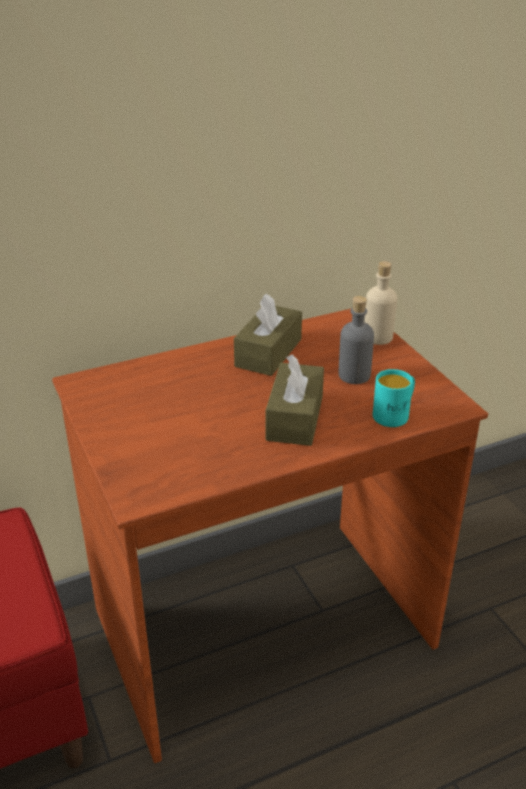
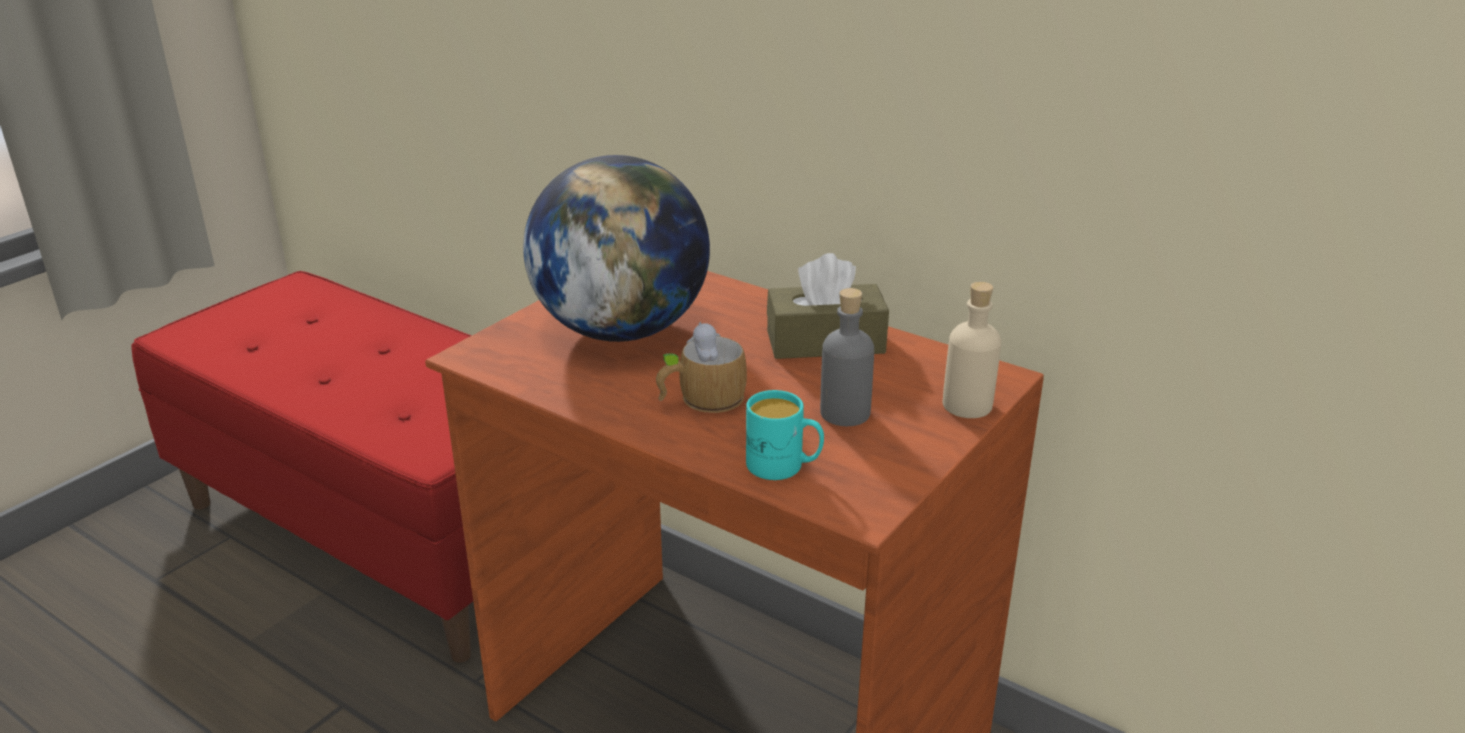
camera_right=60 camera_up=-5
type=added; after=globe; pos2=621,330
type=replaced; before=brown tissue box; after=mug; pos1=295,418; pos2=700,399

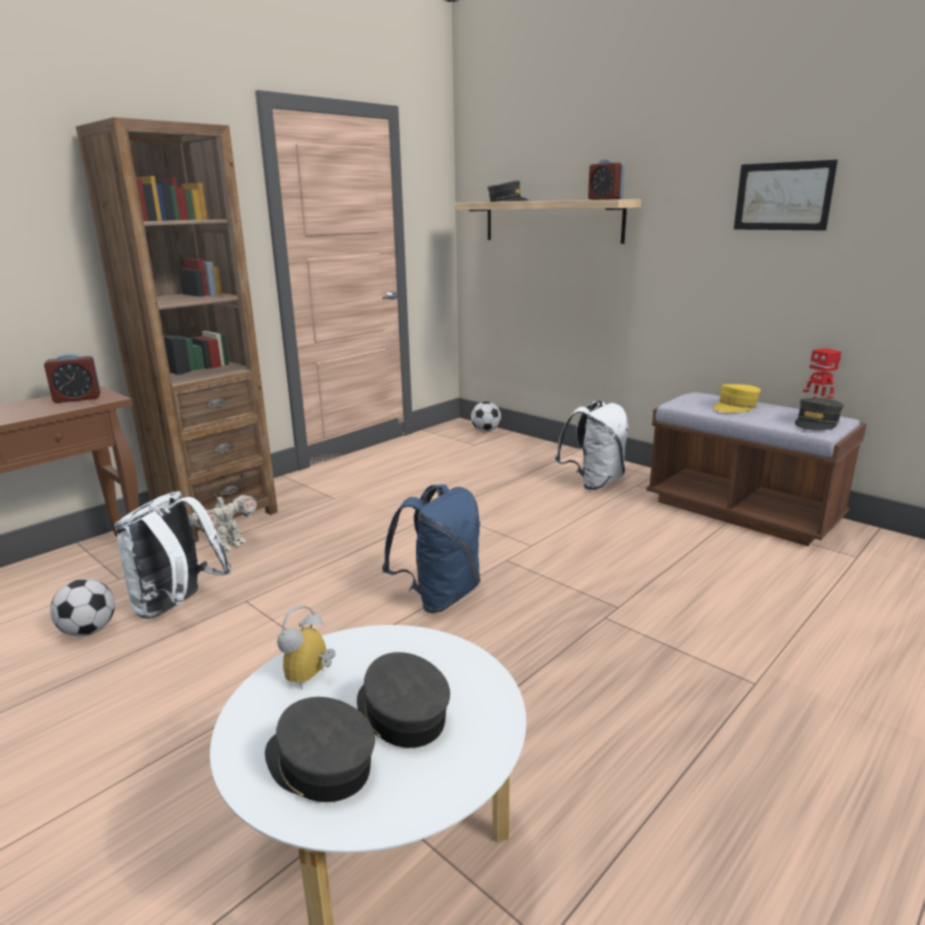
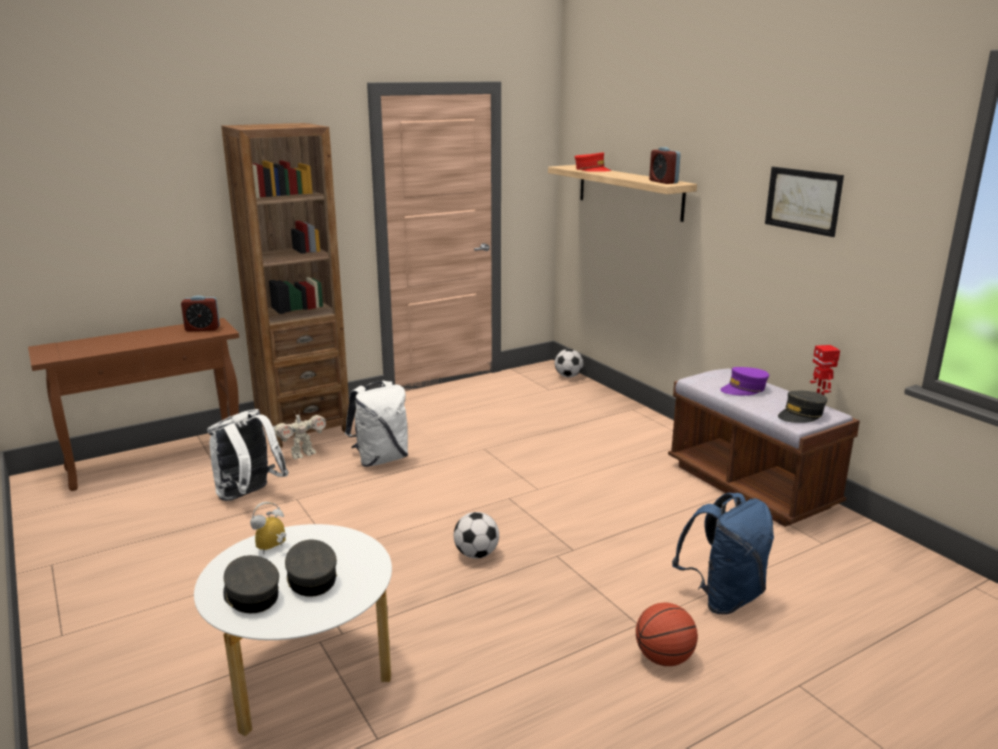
camera_right=15 camera_up=0
type=moved; before=white backpack; pos1=594,483; pos2=381,459
type=moved; before=football; pos1=89,631; pos2=476,554
type=recoloured; before=grey cap; after=red cap; pos1=507,201; pos2=592,170
type=added; after=basketball; pos2=664,658
type=moved; before=blue backpack; pos1=439,596; pos2=723,597
type=recoloured; before=yellow cap; after=purple cap; pos1=735,407; pos2=744,389

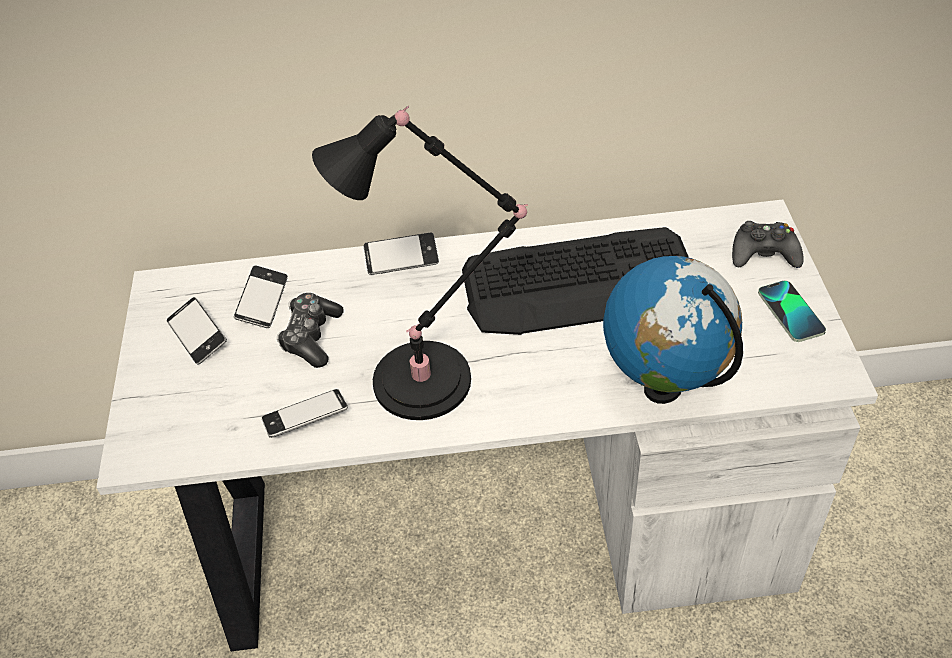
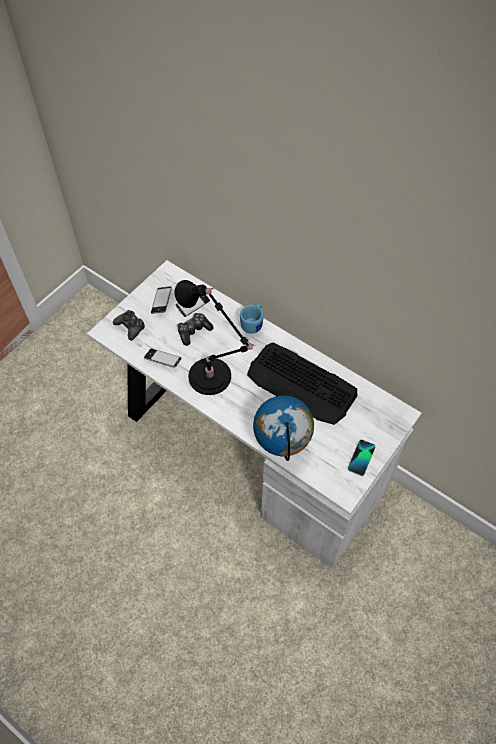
camera_right=40 camera_up=10
type=moved; before=black game controller; pos1=764,253; pos2=130,327
type=replaced; before=phone; after=blue mug; pos1=401,258; pos2=253,324

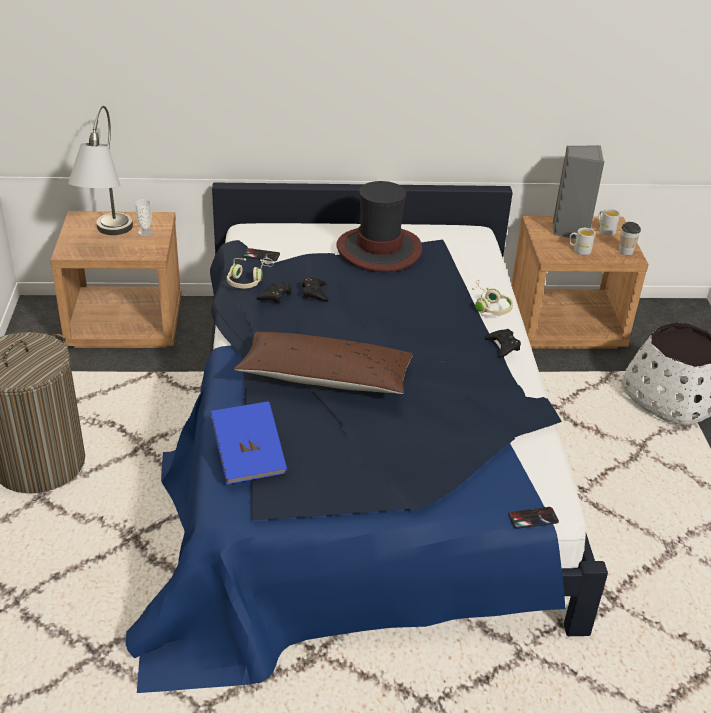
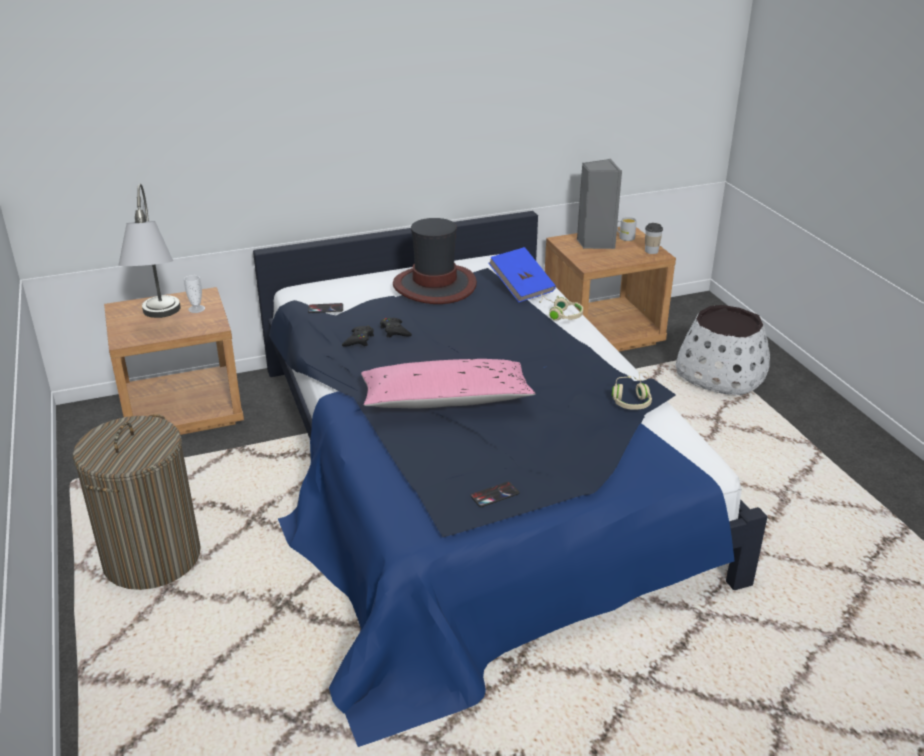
camera_right=-15 camera_up=-5
type=recoloured; before=brown pillow; after=pink pillow; pos1=325,377; pos2=445,400
type=moved; before=phone; pos1=533,518; pos2=494,495
type=moved; before=blue book; pos1=249,457; pos2=521,288
type=moved; before=beige headphones; pos1=248,280; pos2=632,399
type=removed; before=black game controller; pos1=503,346
type=removed; before=white mug; pos1=579,250

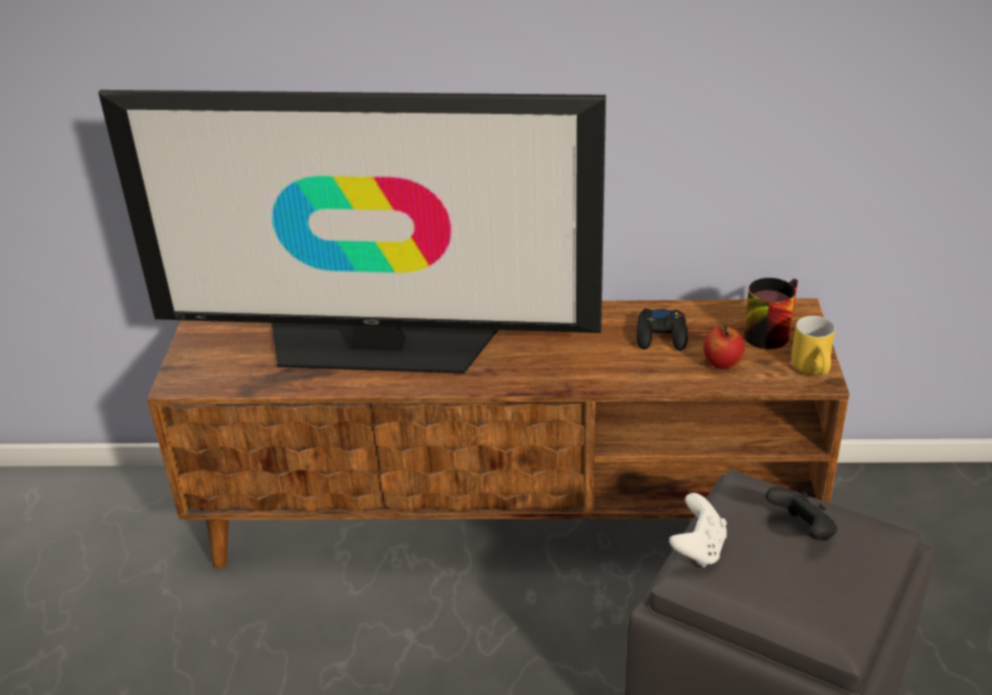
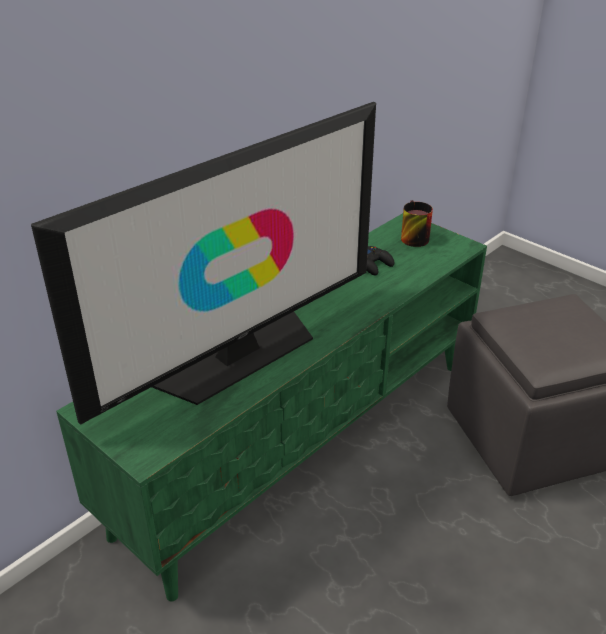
camera_right=-50 camera_up=0
type=recoloured; before=brown tv stand; after=green tv stand; pos1=506,520; pos2=303,441
type=removed; before=white game controller; pos1=698,549
type=removed; before=apple; pos1=722,364
type=removed; before=black game controller; pos1=802,531
type=removed; before=yellow mug; pos1=815,370

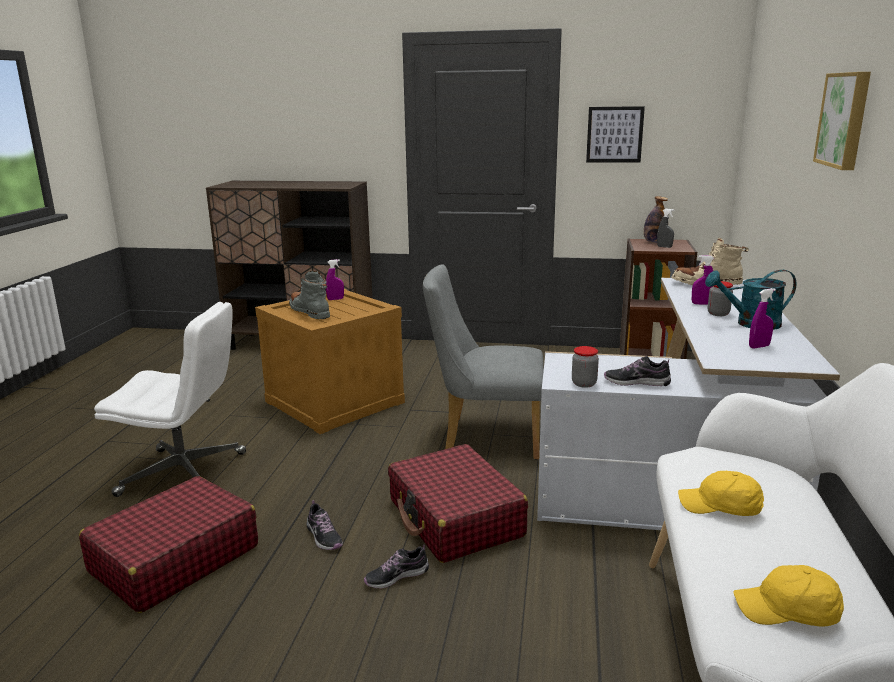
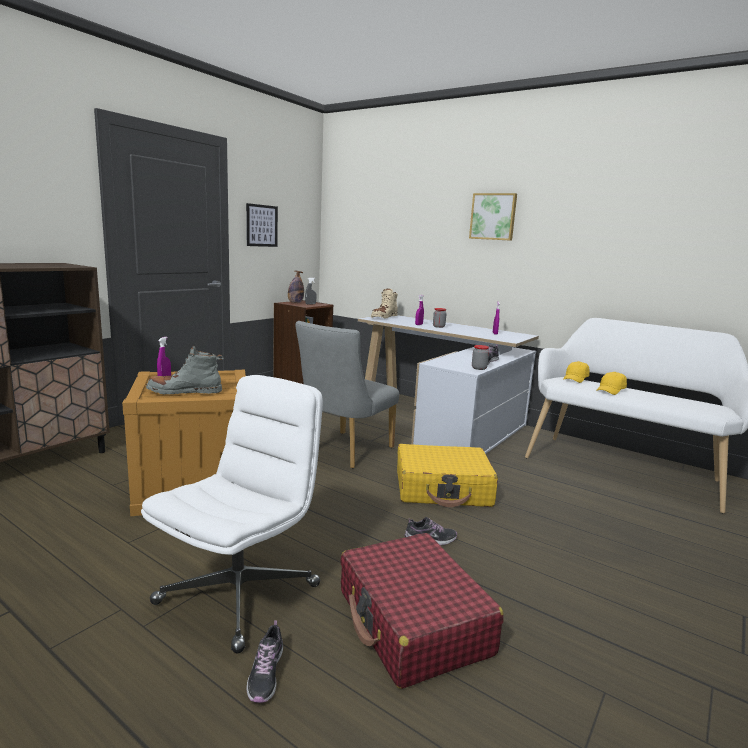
camera_right=-65 camera_up=-5
type=moved; before=shoe; pos1=396,576; pos2=266,674
type=recoloured; before=red suitcase; after=yellow suitcase; pos1=455,518; pos2=443,489
type=moved; before=yellow cap; pos1=788,612; pos2=575,379
type=removed; before=turquoise watering can; pos1=750,324

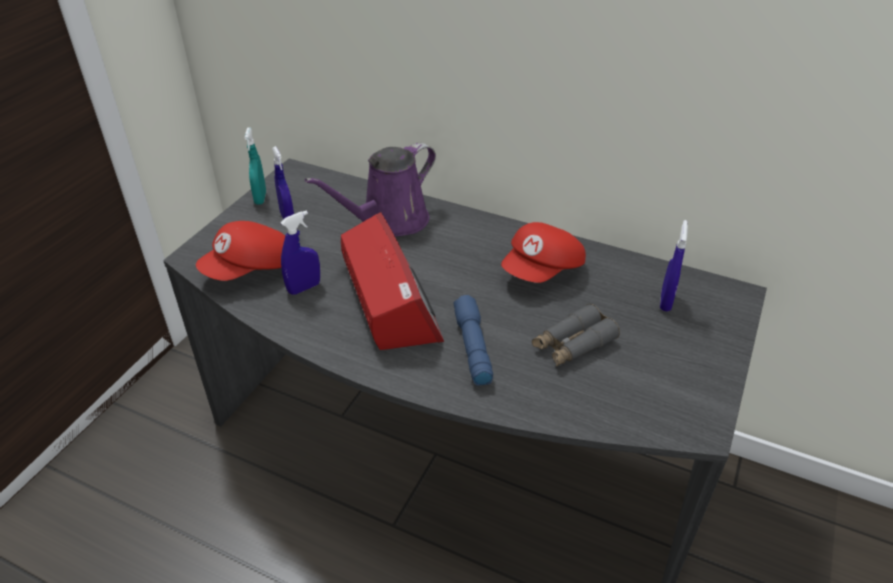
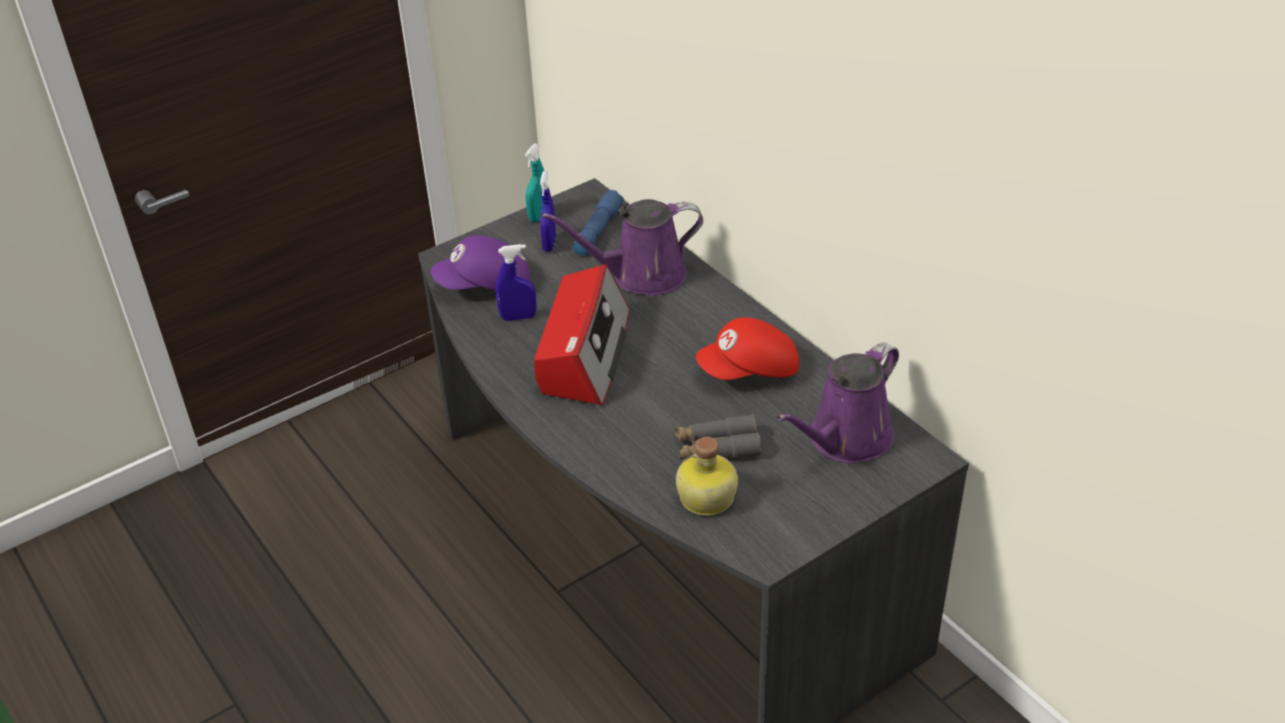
camera_right=30 camera_up=0
type=recoloured; before=red cap; after=purple cap; pos1=251,270; pos2=485,286
type=moved; before=blue flashlight; pos1=471,346; pos2=597,230
type=added; after=bottle; pos2=705,498
type=replaced; before=blue spray bottle; after=purple watering can; pos1=665,301; pos2=845,440

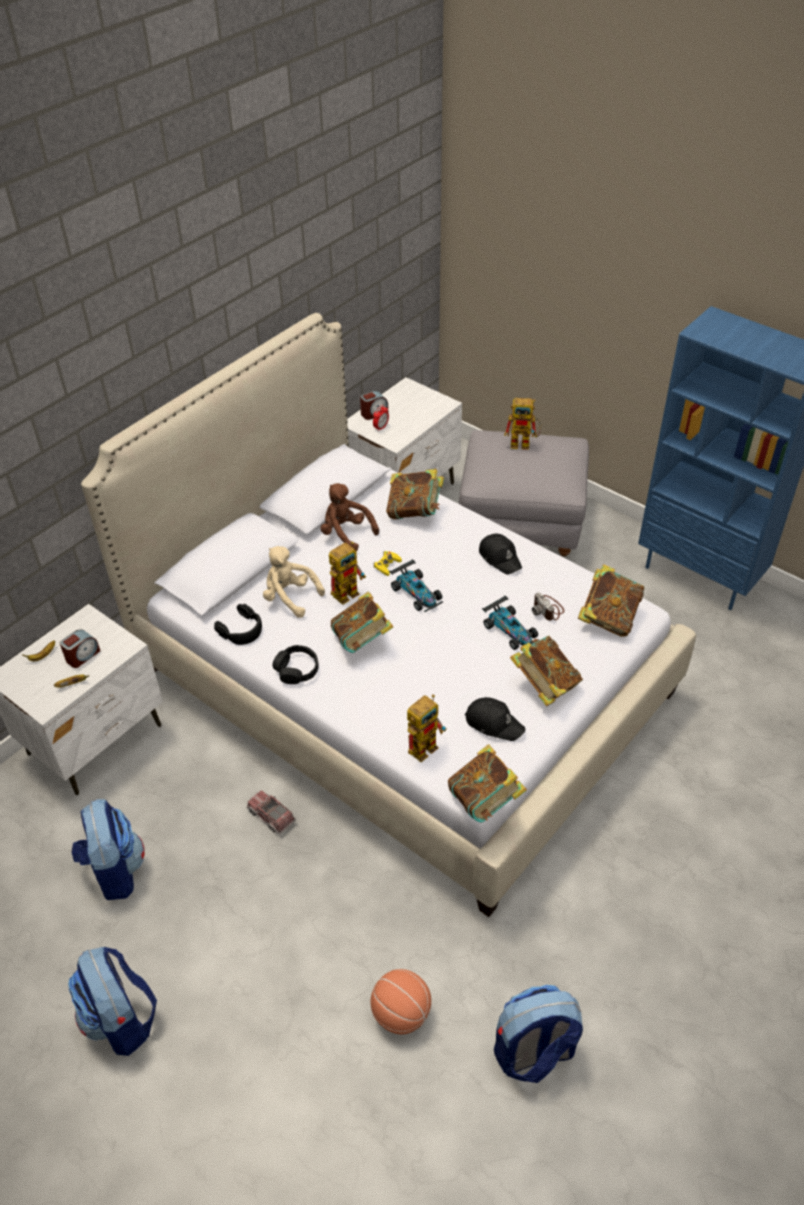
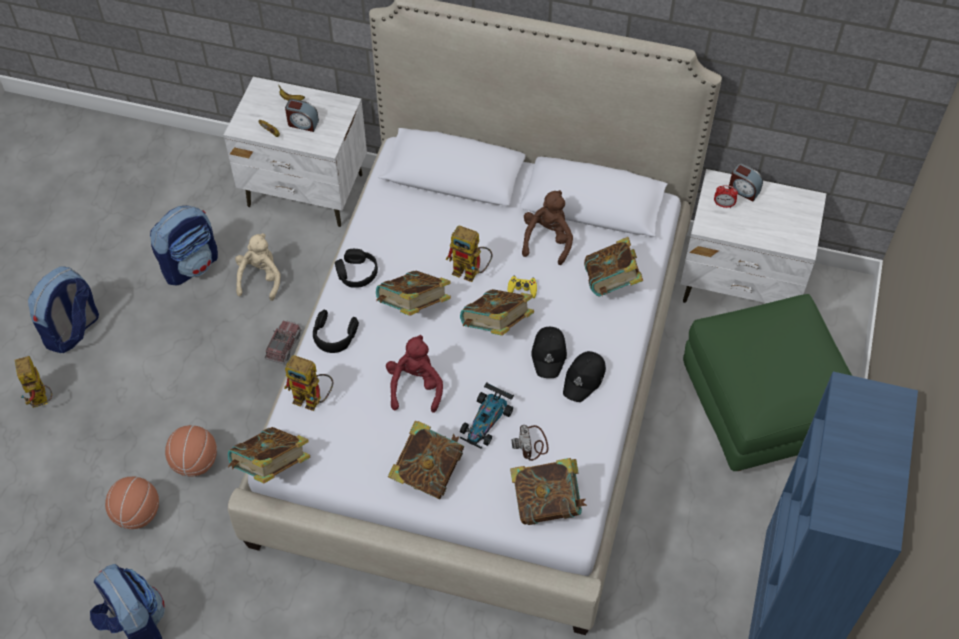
camera_right=65 camera_up=10
type=moved; before=toy robot; pos1=524,443; pos2=42,400
type=added; after=basketball; pos2=195,462
type=moved; before=beige plush toy; pos1=290,597; pos2=260,278
type=moved; before=black headphones; pos1=241,630; pos2=334,335
type=added; after=red plush toy; pos2=415,386
type=replaced; before=toy car; after=book; pos1=417,593; pos2=496,326
type=turned; before=photo camera; pos1=547,609; pos2=531,444; turn=-45
type=moved; before=black cap; pos1=494,723; pos2=549,354
type=recoloured; before=grey ottoman; after=green ottoman; pos1=521,522; pos2=762,410

